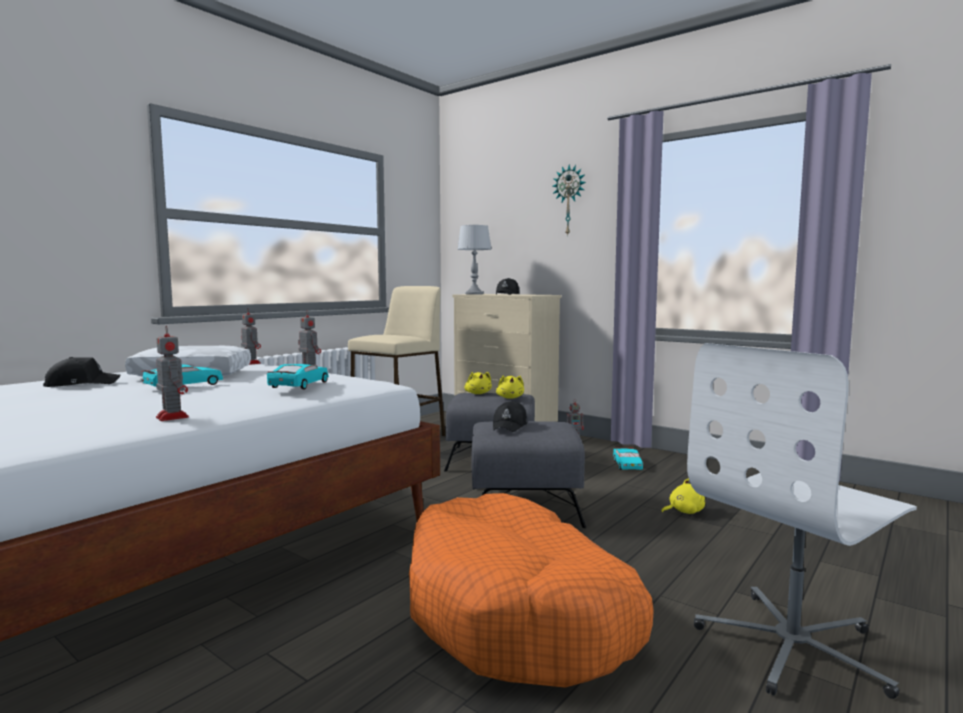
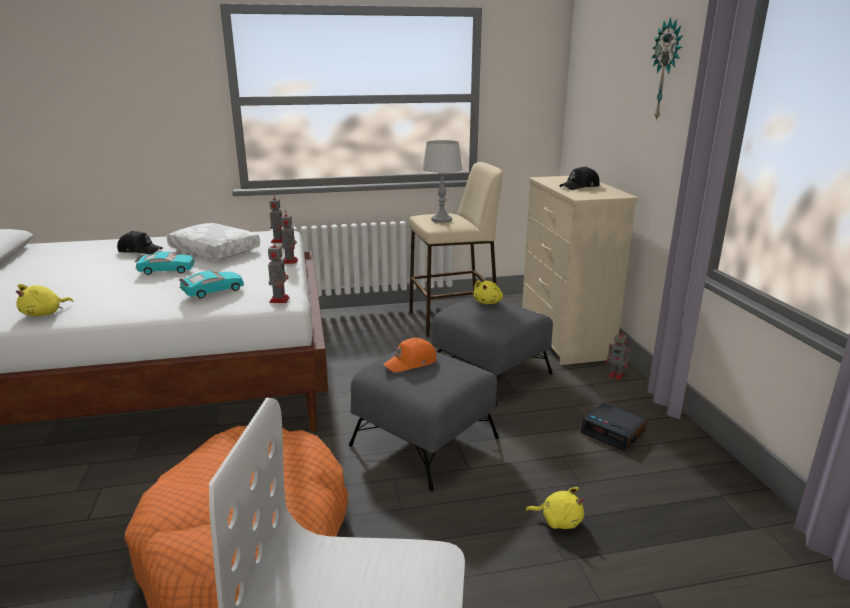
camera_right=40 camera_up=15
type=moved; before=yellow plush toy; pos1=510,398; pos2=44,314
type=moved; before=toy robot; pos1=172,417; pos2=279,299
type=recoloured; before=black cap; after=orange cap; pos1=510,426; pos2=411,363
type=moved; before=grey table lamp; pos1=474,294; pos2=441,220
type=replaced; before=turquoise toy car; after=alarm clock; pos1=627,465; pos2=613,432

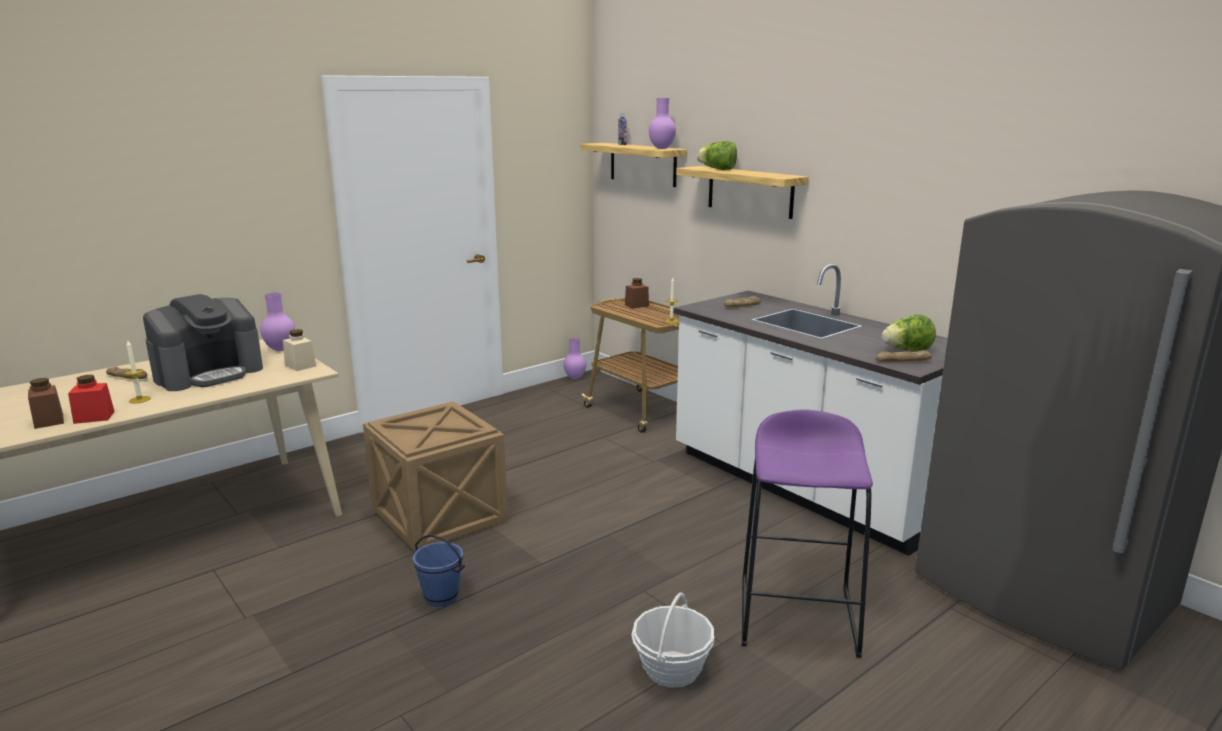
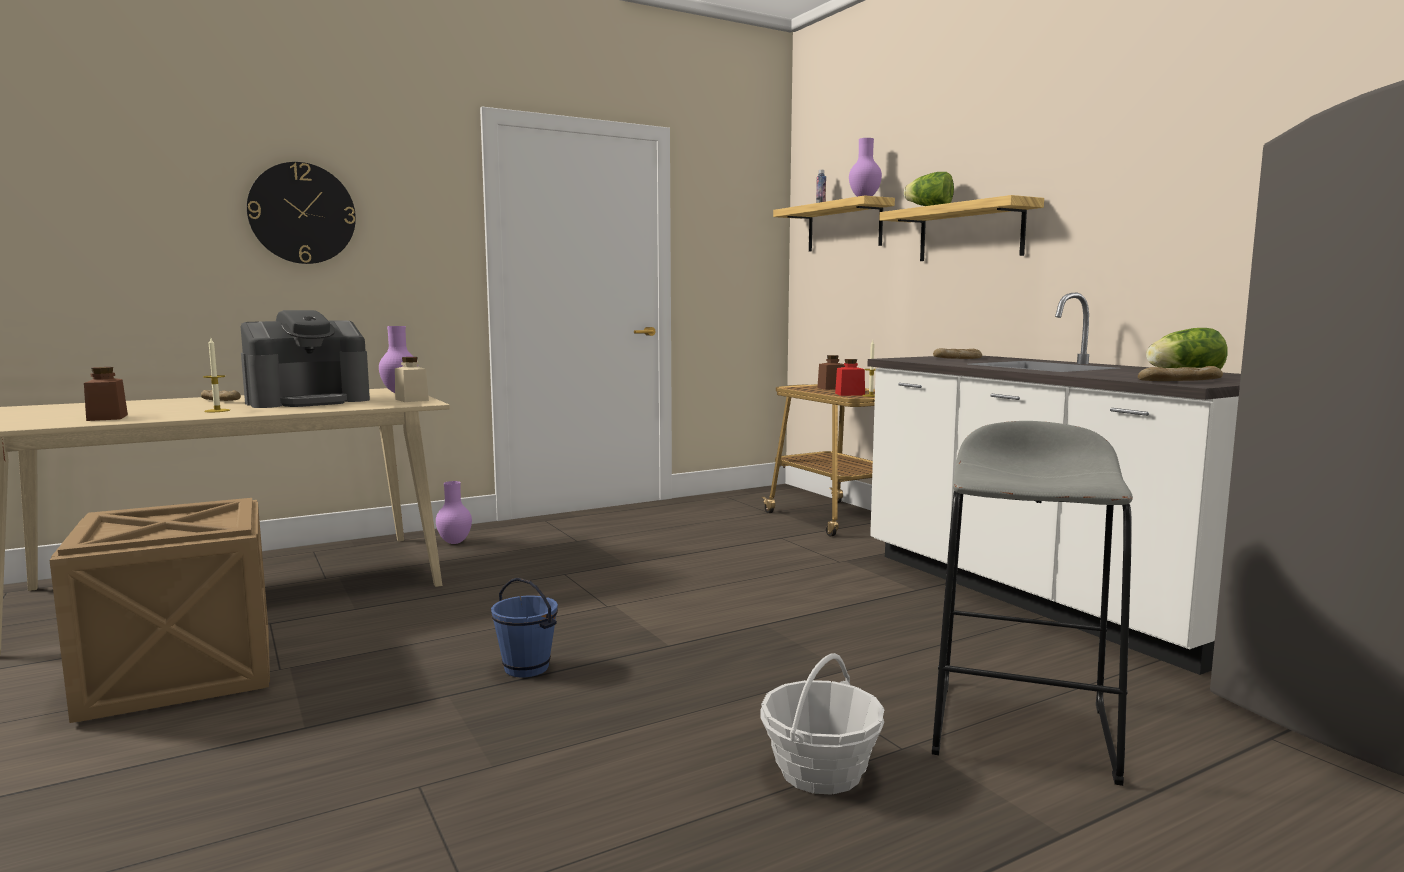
camera_right=10 camera_up=-10
type=moved; before=crate; pos1=439,516; pos2=181,675
type=added; after=wall clock; pos2=302,213
type=moved; before=purple vase; pos1=574,378; pos2=454,542
type=moved; before=red jar; pos1=94,417; pos2=850,394
type=recoloured; before=purple stool; after=grey stool; pos1=798,616; pos2=1023,728

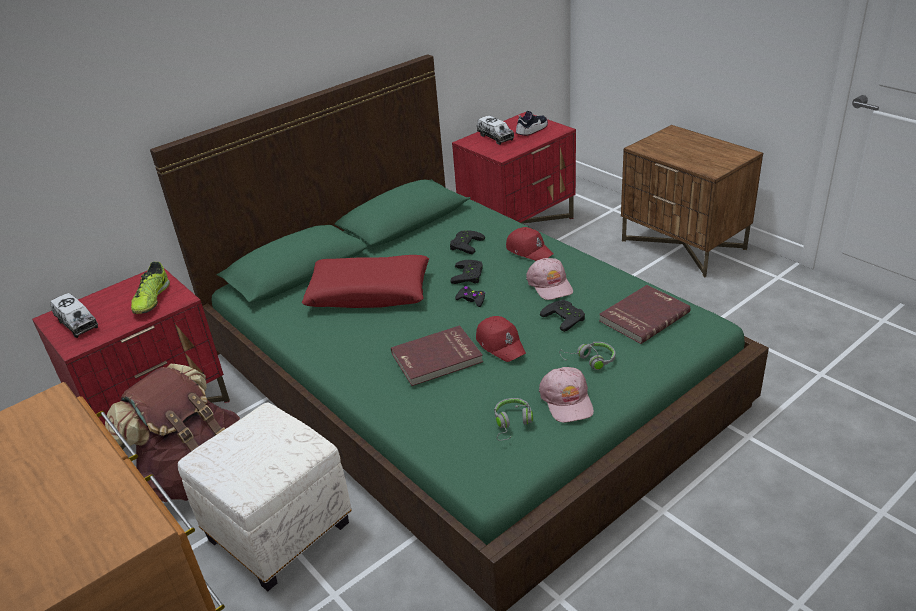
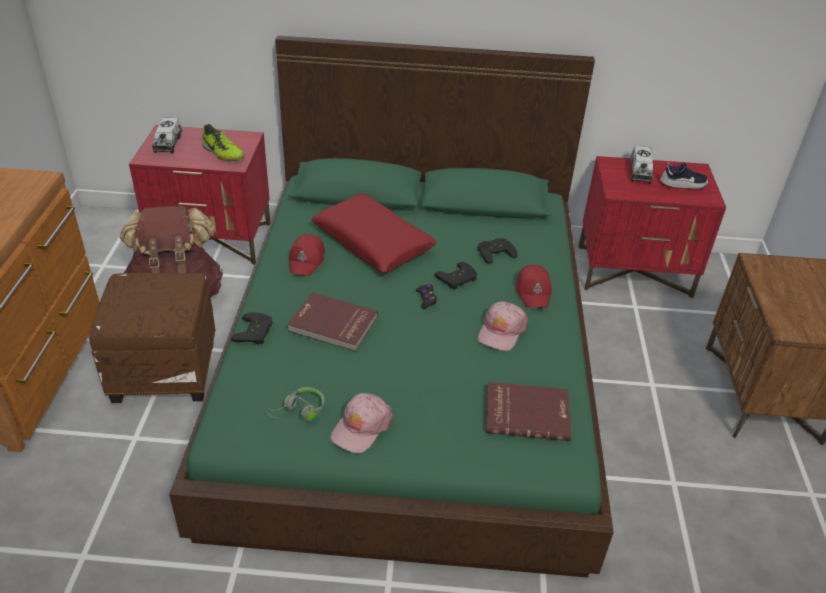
camera_right=40 camera_up=5
type=recoloured; before=white ottoman; after=brown ottoman; pos1=279,529; pos2=166,371
type=turned; before=shoe; pos1=151,299; pos2=222,154; turn=-90
type=moved; before=black game controller; pos1=566,317; pos2=256,332
type=moved; before=red cap; pos1=501,344; pos2=307,260
type=removed; before=grey headphones; pos1=590,360

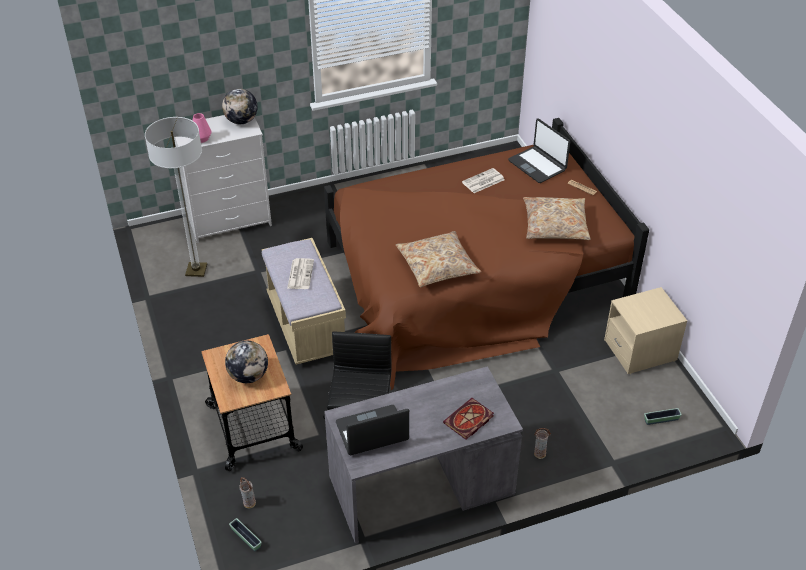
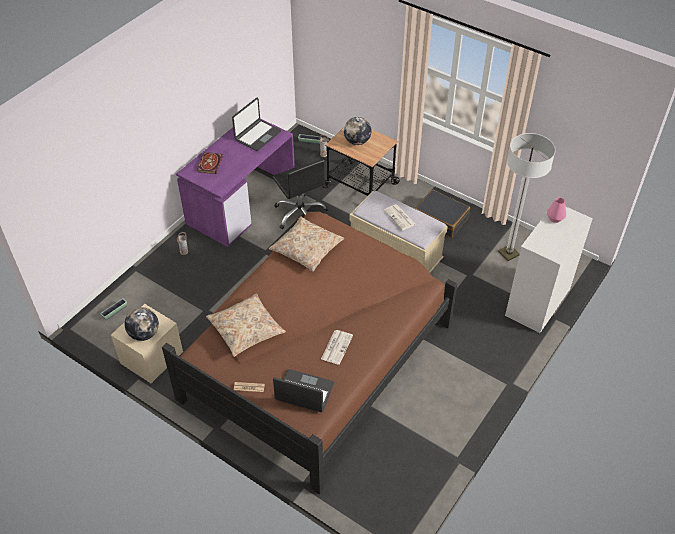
camera_right=145 camera_up=5
type=moved; before=globe; pos1=241,121; pos2=144,334
type=recoloured; before=grey desk; after=purple desk; pos1=420,487; pos2=241,202
type=added; after=black suitcase; pos2=440,219

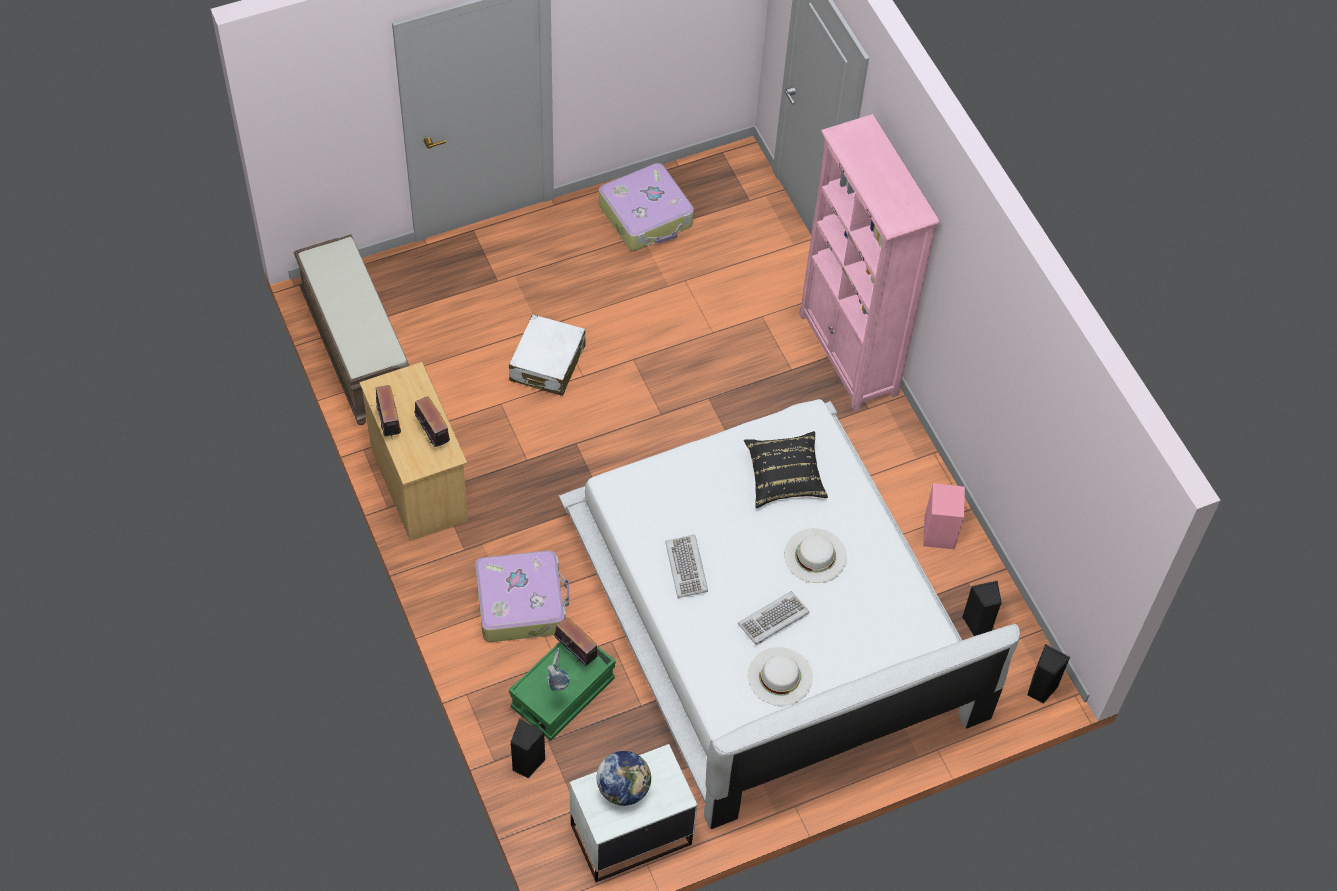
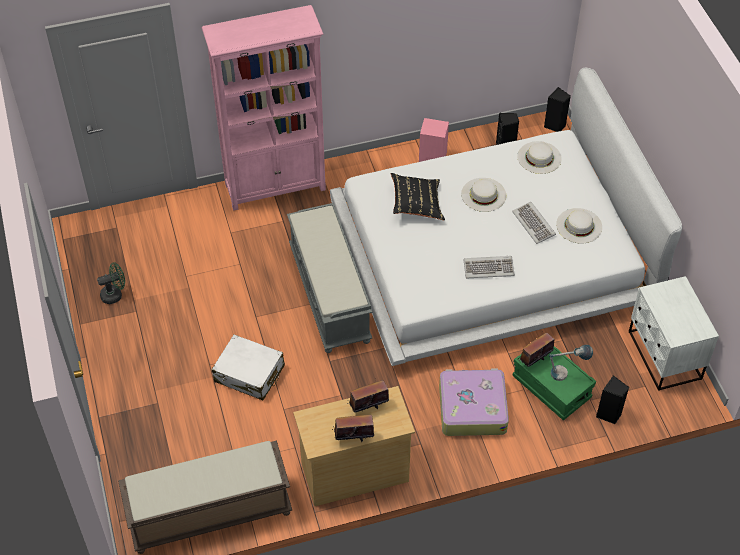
camera_right=-80 camera_up=-5
type=replaced; before=suitcase; after=green fan; pos1=646,216; pos2=115,294
type=added; after=grey bench; pos2=331,295
type=added; after=white hat; pos2=539,157
type=removed; before=globe; pos1=623,788

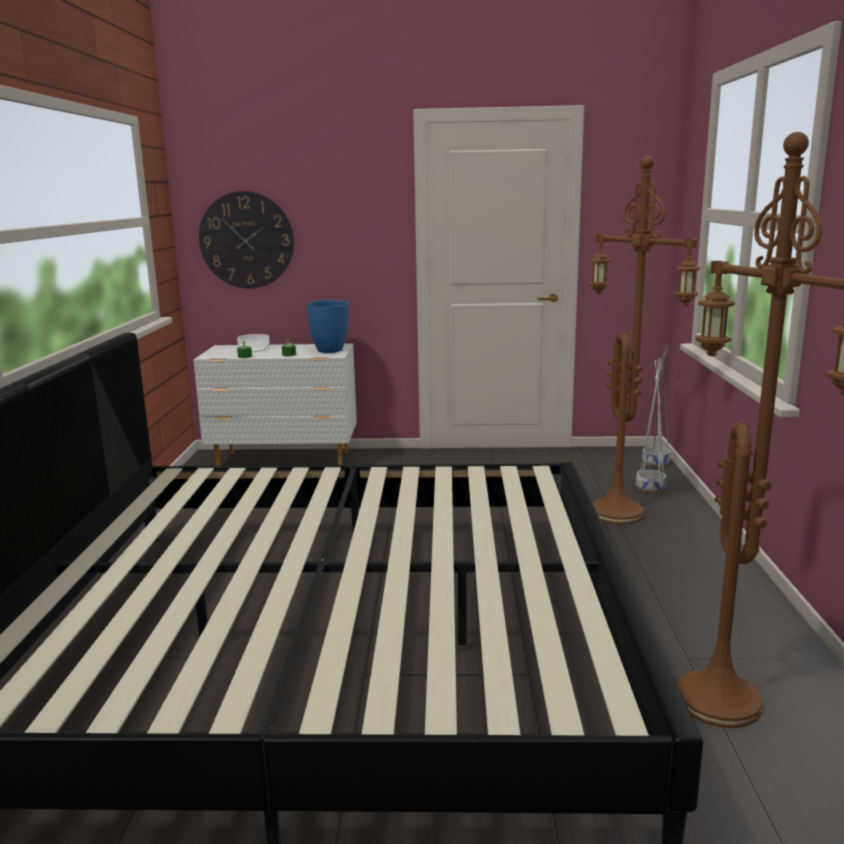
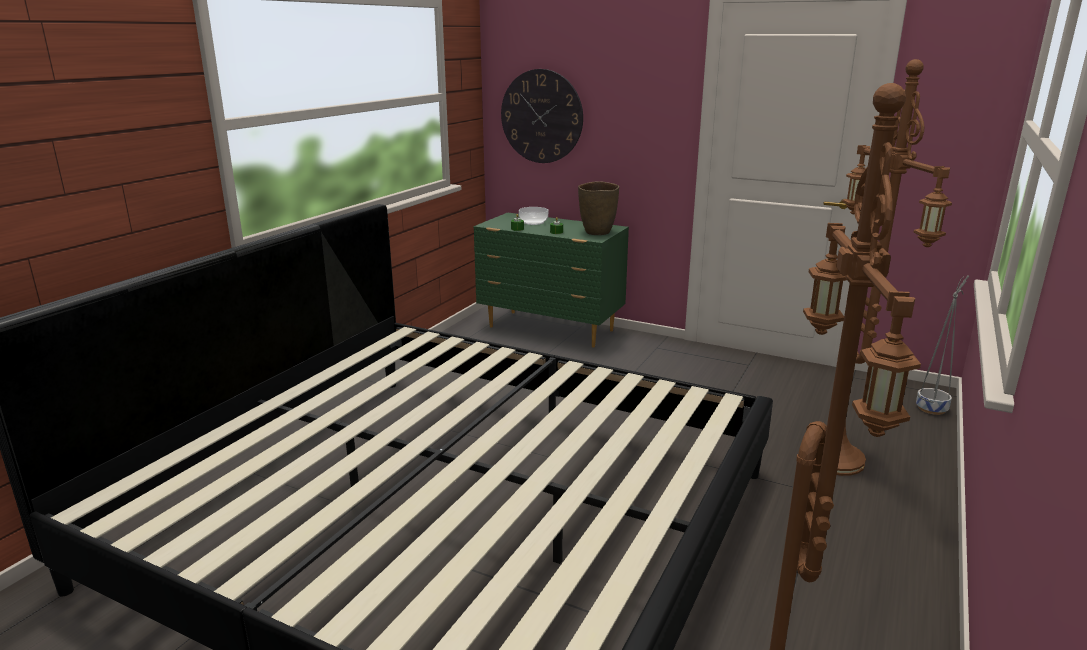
camera_right=25 camera_up=5
type=recoloured; before=white dresser; after=green dresser; pos1=285,461; pos2=551,329
type=recoloured; before=blue vase; after=brown vase; pos1=330,350; pos2=597,232
type=removed; before=white planter; pos1=650,488

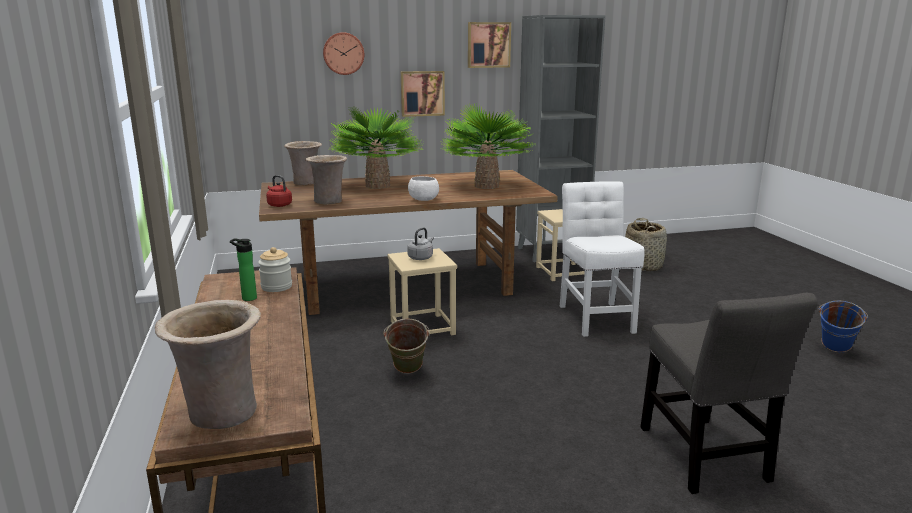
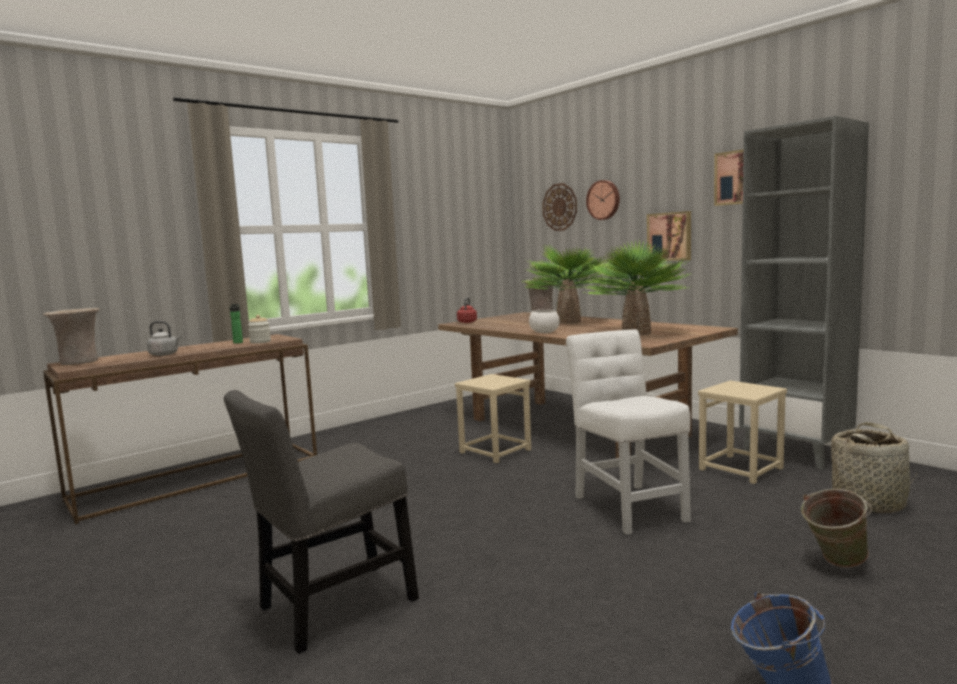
camera_right=65 camera_up=-10
type=moved; before=grey kettle; pos1=421,257; pos2=165,354
type=added; after=wall clock; pos2=560,207
type=turned; before=white chair; pos1=595,317; pos2=627,506; turn=-75
type=moved; before=green bucket; pos1=407,372; pos2=834,564
type=removed; before=beige vase; pos1=329,201

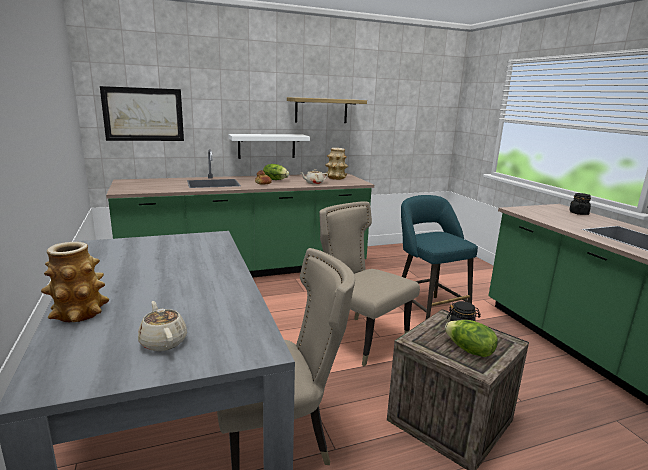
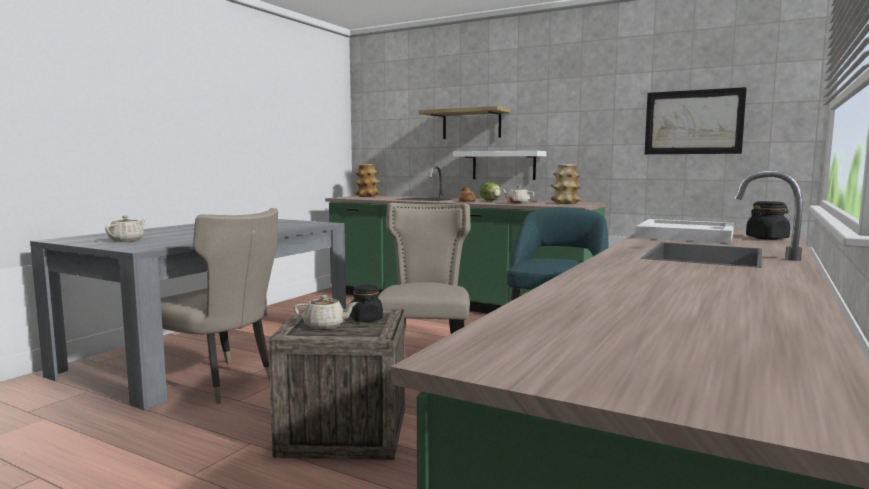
camera_right=50 camera_up=-10
type=replaced; before=lettuce; after=beige teapot; pos1=469,350; pos2=325,326
type=moved; before=vase; pos1=79,313; pos2=367,196
type=moved; before=shelf; pos1=321,110; pos2=471,124
type=added; after=white tray; pos2=684,236
type=moved; before=picture; pos1=143,114; pos2=693,122

